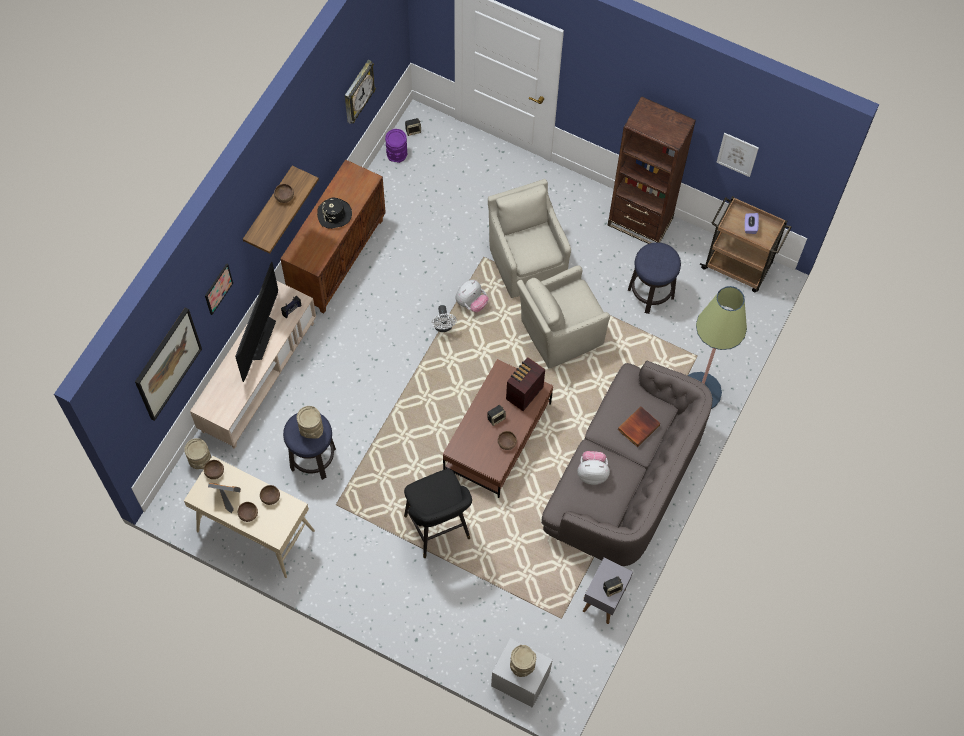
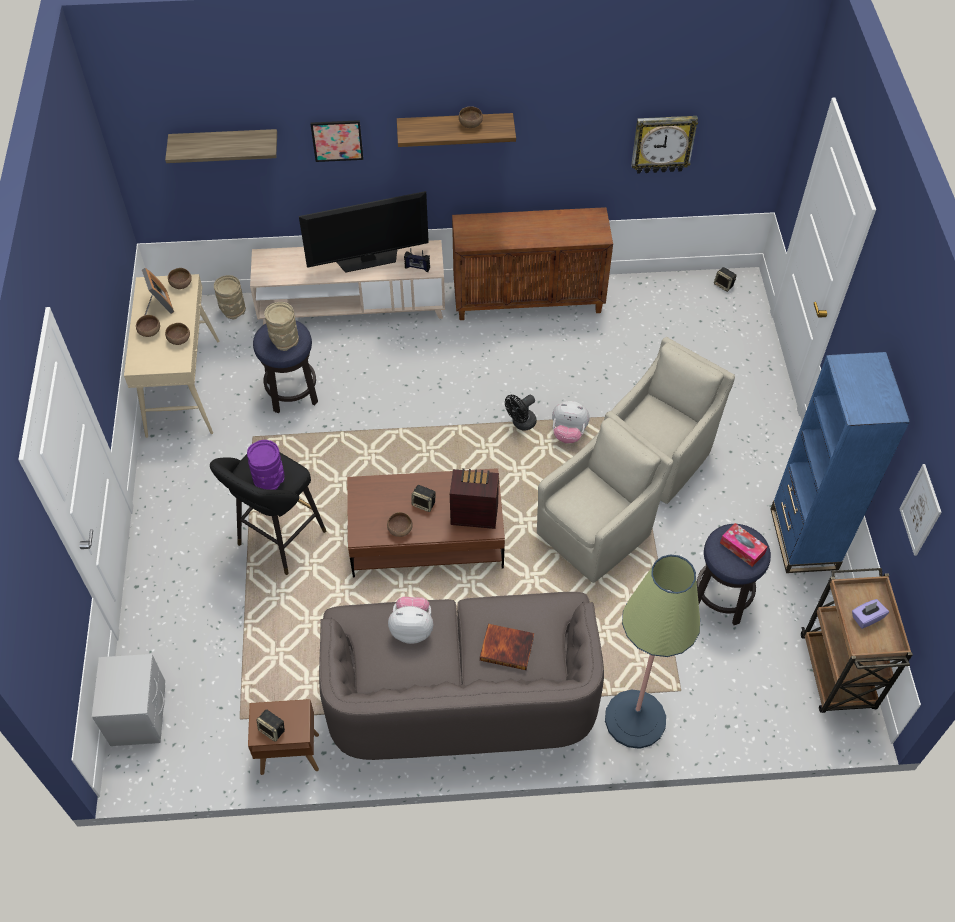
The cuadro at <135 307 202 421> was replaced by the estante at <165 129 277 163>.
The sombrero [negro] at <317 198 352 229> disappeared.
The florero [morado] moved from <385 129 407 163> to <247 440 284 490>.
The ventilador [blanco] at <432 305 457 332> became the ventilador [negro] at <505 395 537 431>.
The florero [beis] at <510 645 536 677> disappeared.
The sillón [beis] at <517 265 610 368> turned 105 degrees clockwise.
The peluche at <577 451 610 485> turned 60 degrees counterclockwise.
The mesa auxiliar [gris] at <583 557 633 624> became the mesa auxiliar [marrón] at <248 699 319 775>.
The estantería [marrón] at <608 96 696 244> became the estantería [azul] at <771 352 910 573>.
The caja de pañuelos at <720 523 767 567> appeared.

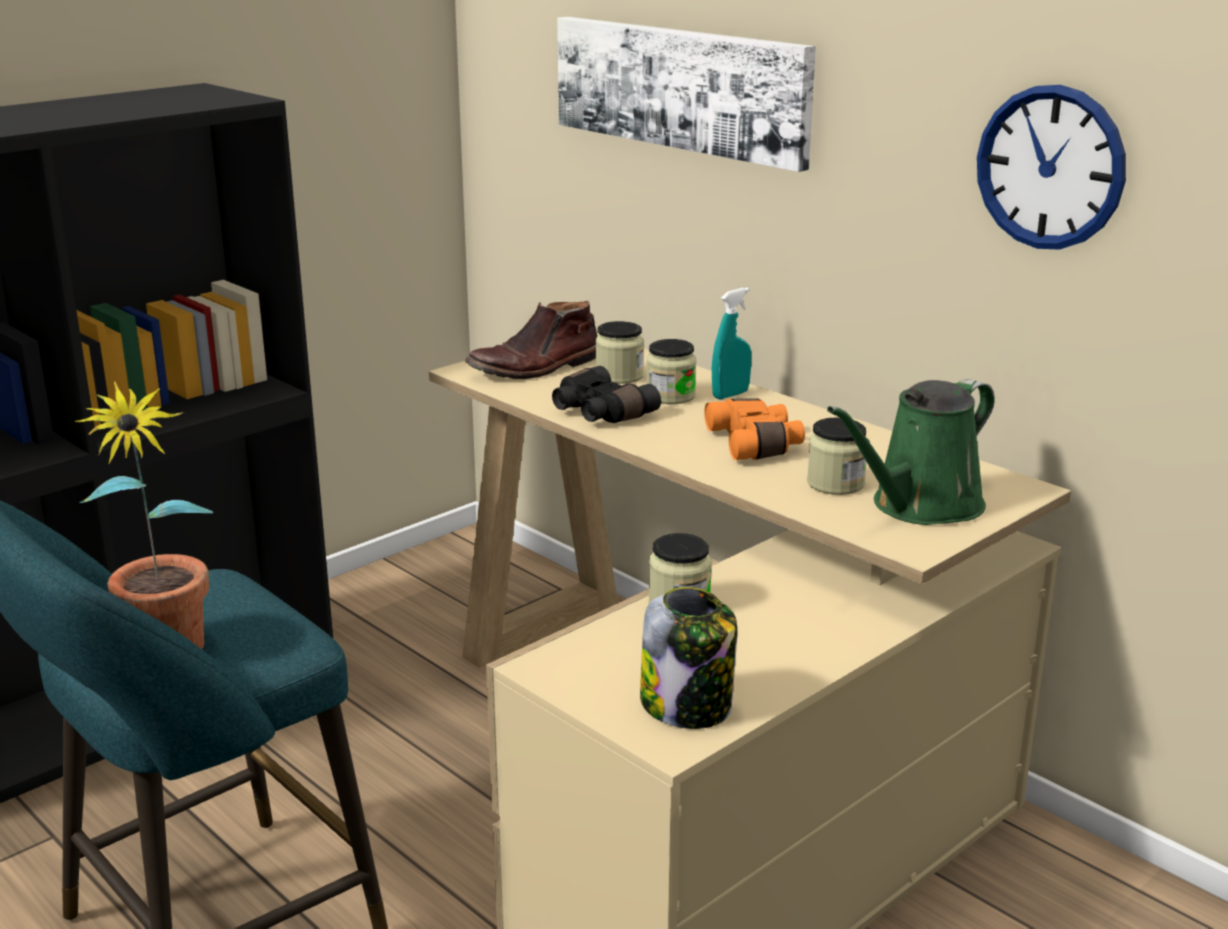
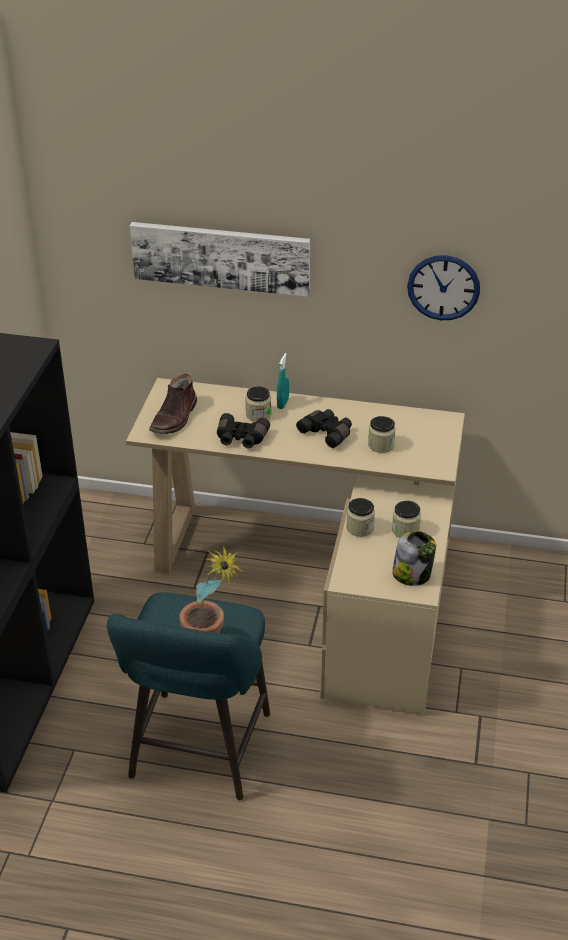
The tarro moved from <596 321 644 384> to <392 501 421 538>.
The prismáticos [naranja] at <704 399 805 460> became the prismáticos [negro] at <296 409 352 448>.
The regadera [verde] at <827 379 995 525> disappeared.

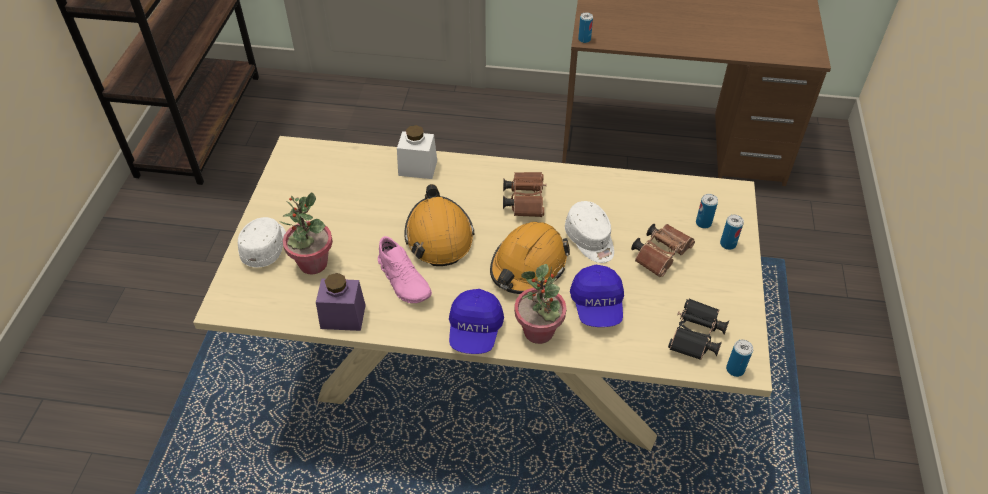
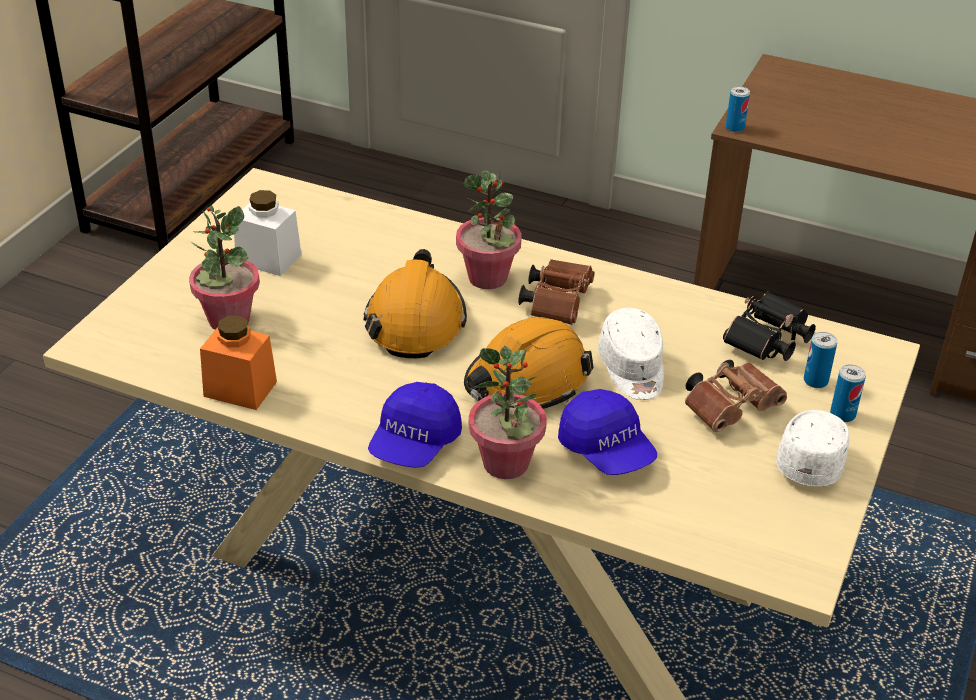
The gorra [blanco] moved from <238 217 286 267> to <776 410 849 487>.
The tarro [morado] at <316 273 366 331> became the tarro [naranja] at <200 315 277 410>.
The zapato [rosa] at <378 236 432 303> disappeared.
The tarro [blanco] moved from <397 125 437 179> to <234 190 302 276>.
The gorra [azul] at <570 265 624 327> turned 45 degrees counterclockwise.
The prismáticos [negro] moved from <668 298 729 360> to <723 291 816 361>.
The lata at <726 340 753 377> disappeared.
The planta en maceta at <456 170 522 289> appeared.

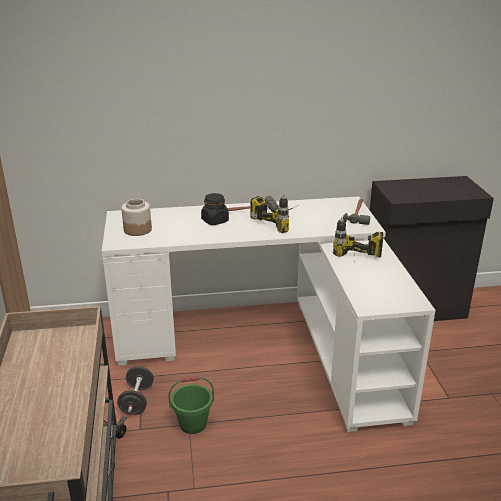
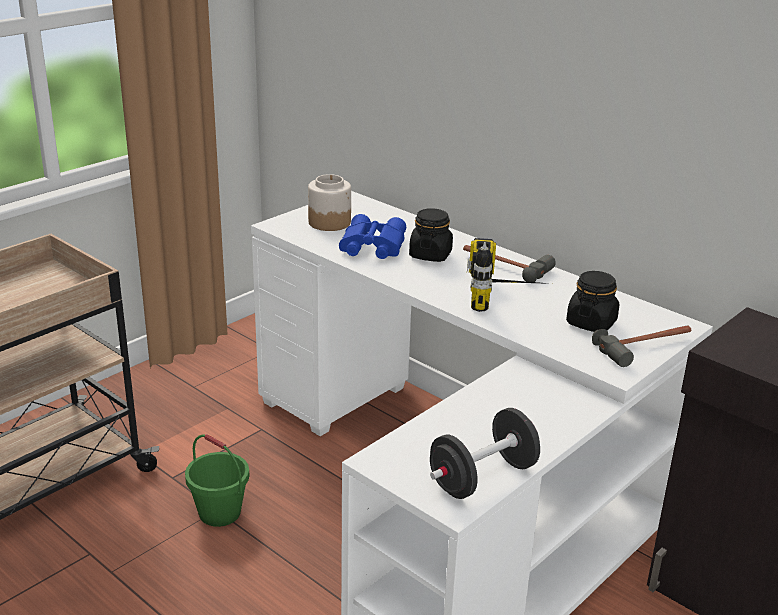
The mancuerna [negro] moved from <117 366 154 415> to <430 408 540 499>.
The taladro at <333 217 383 258> disappeared.
The prismáticos [azul] at <339 214 406 259> appeared.
The tarro [negro] at <566 271 619 332> appeared.

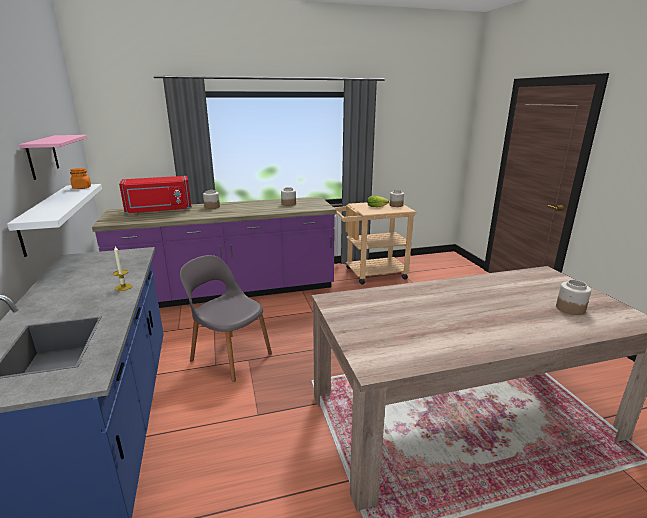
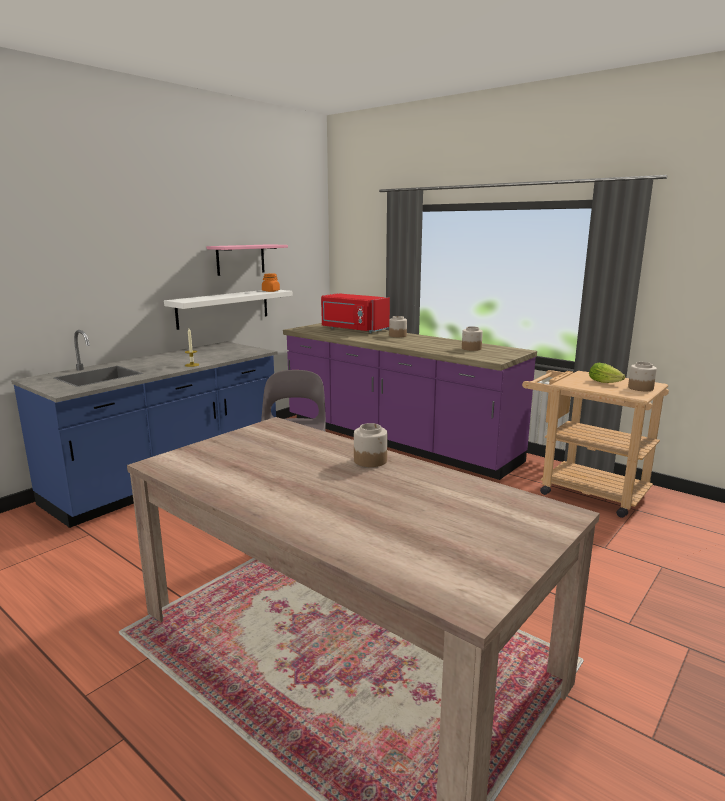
The tarro moved from <556 280 591 315> to <354 423 388 467>.

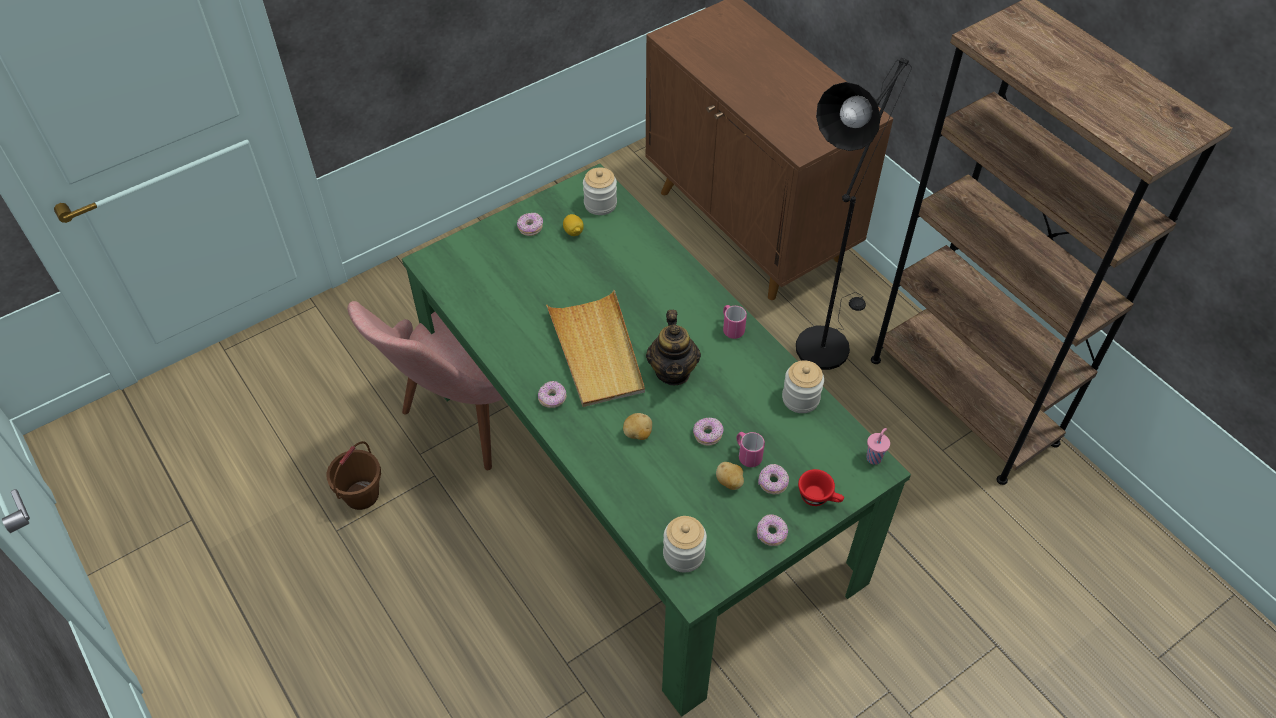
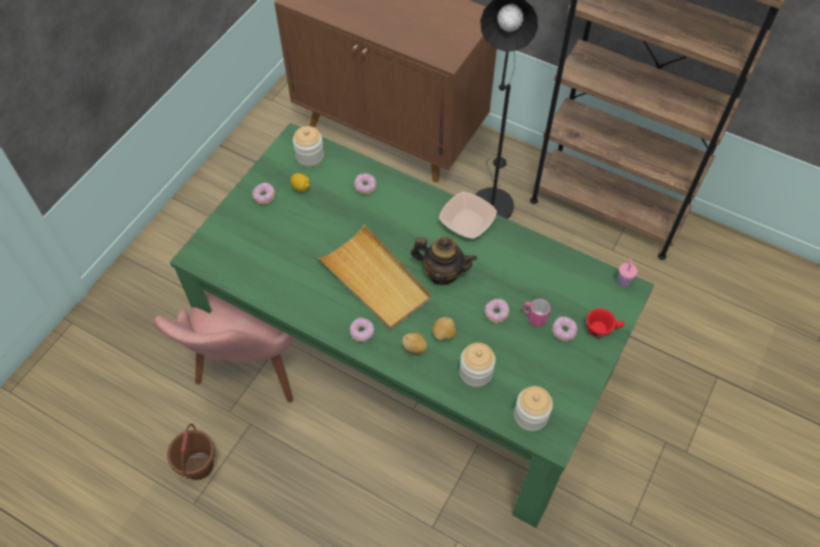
The tetera at <646 310 701 386> turned 45 degrees counterclockwise.
The patata moved from <716 462 744 490> to <402 333 427 354>.
The taza grande [rosa] at <723 305 747 339> was replaced by the cuenco at <439 192 497 239>.
The rosquilla moved from <757 514 788 546> to <354 174 377 194>.
The tarro moved from <782 360 824 413> to <459 343 496 387>.

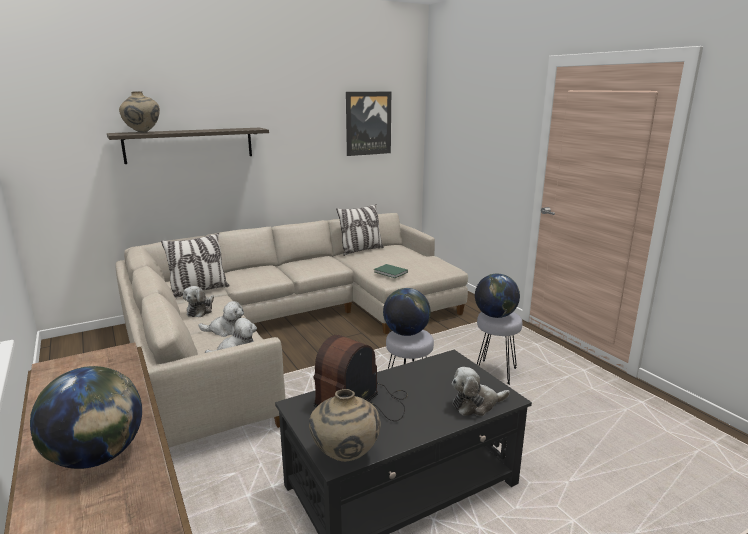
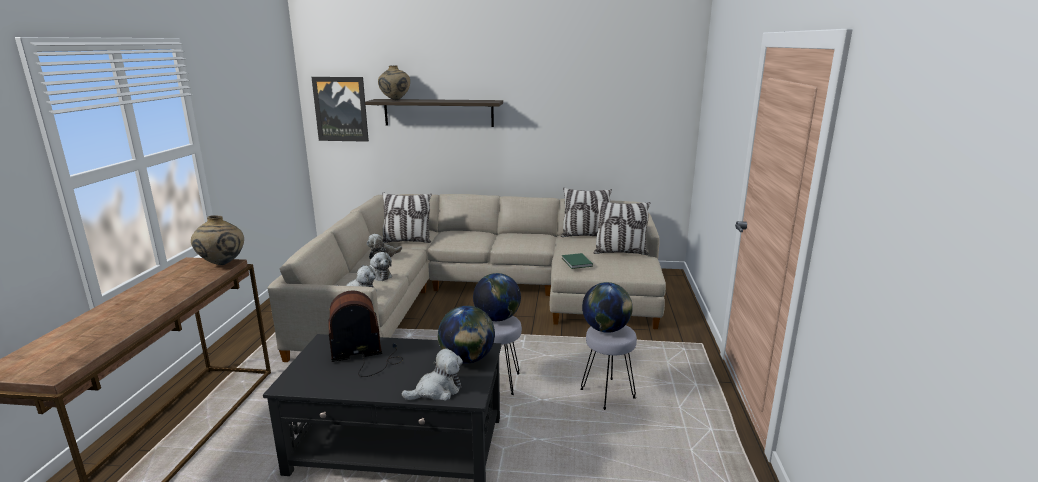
The globo terráqueo moved from <30 366 142 469> to <438 306 495 364>.
The florero [beis] moved from <309 389 381 462> to <191 215 244 265>.
The cuadro moved from <346 92 391 156> to <311 77 369 142>.
The peluche at <452 367 510 416> turned 135 degrees clockwise.
The cojín at <594 200 651 255> appeared.

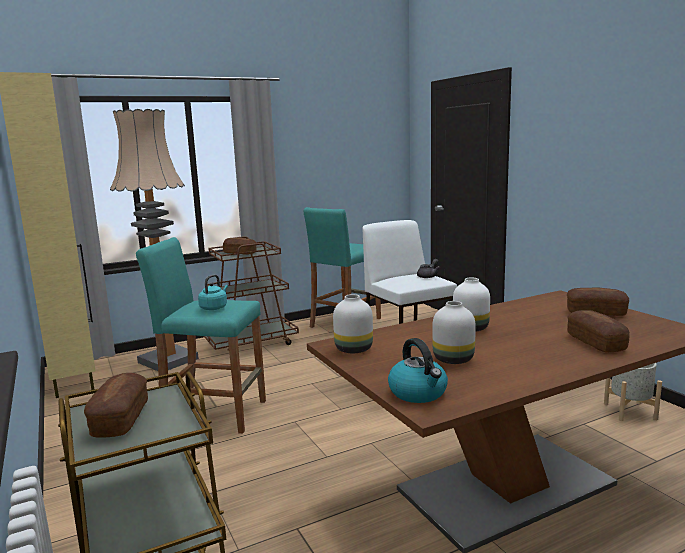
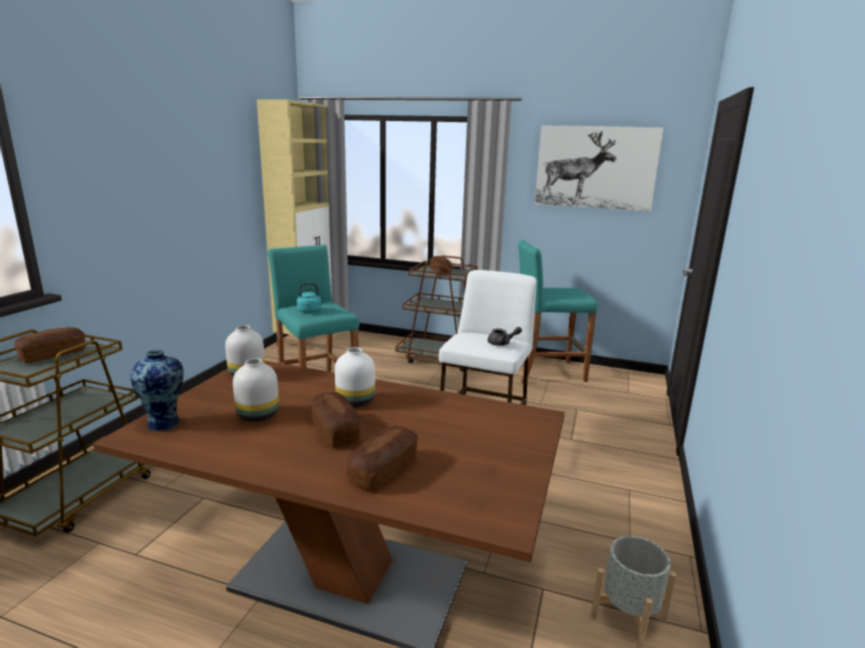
The lámpara de pie at <110 109 199 371> disappeared.
The hervidor at <388 338 448 403> was replaced by the florero at <131 350 184 432>.
The pan moved from <567 287 629 316> to <310 392 361 447>.
The cuadro at <535 125 664 211> appeared.

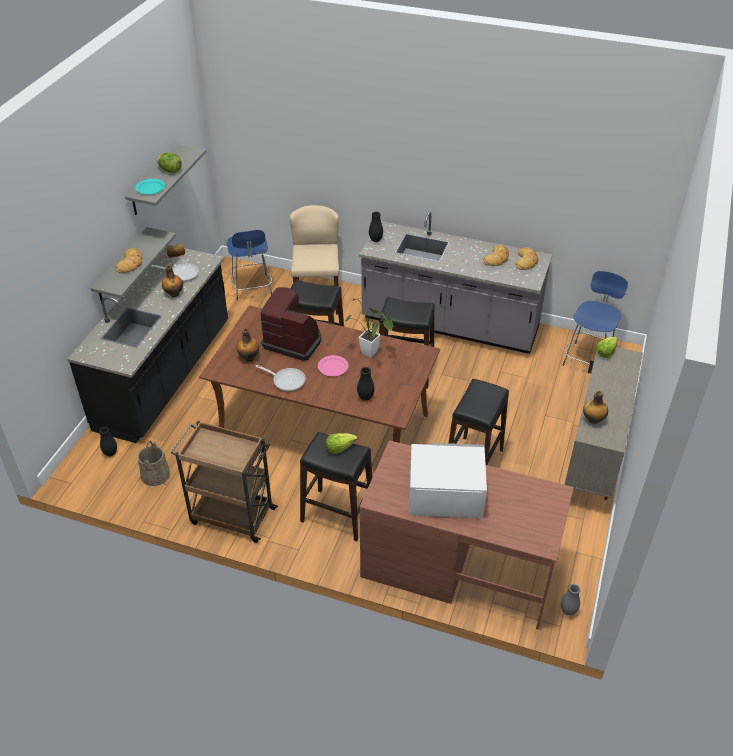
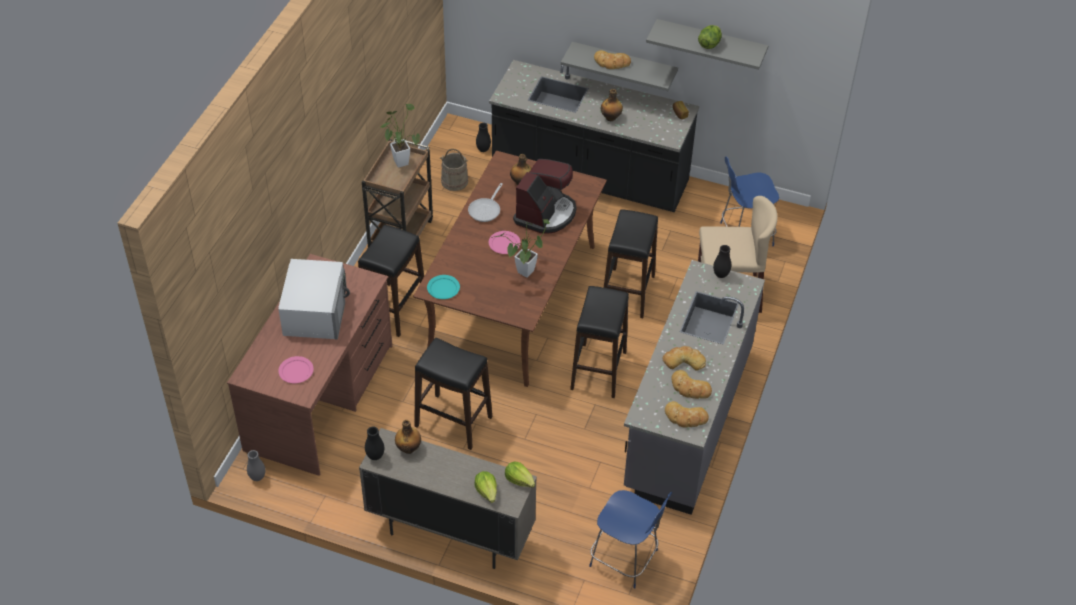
The plato [turquesa] moved from <135 179 165 195> to <427 275 460 299>.
The sartén at <152 263 199 282> disappeared.
The lechuga moved from <326 433 357 454> to <474 471 497 503>.
The florero [negro] moved from <357 367 374 401> to <365 426 384 460>.
The plato [rosa] at <278 356 314 383> appeared.
The planta en maceta at <381 104 420 168> appeared.
The pan at <663 346 706 371> appeared.

